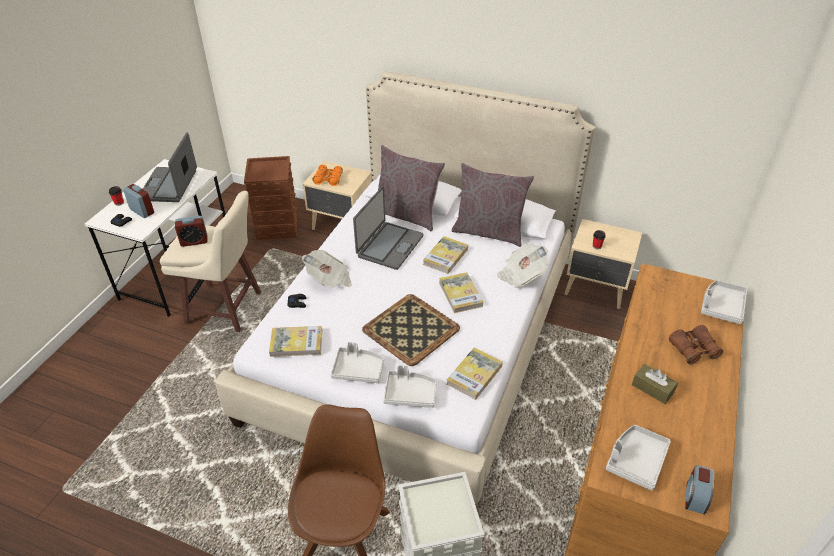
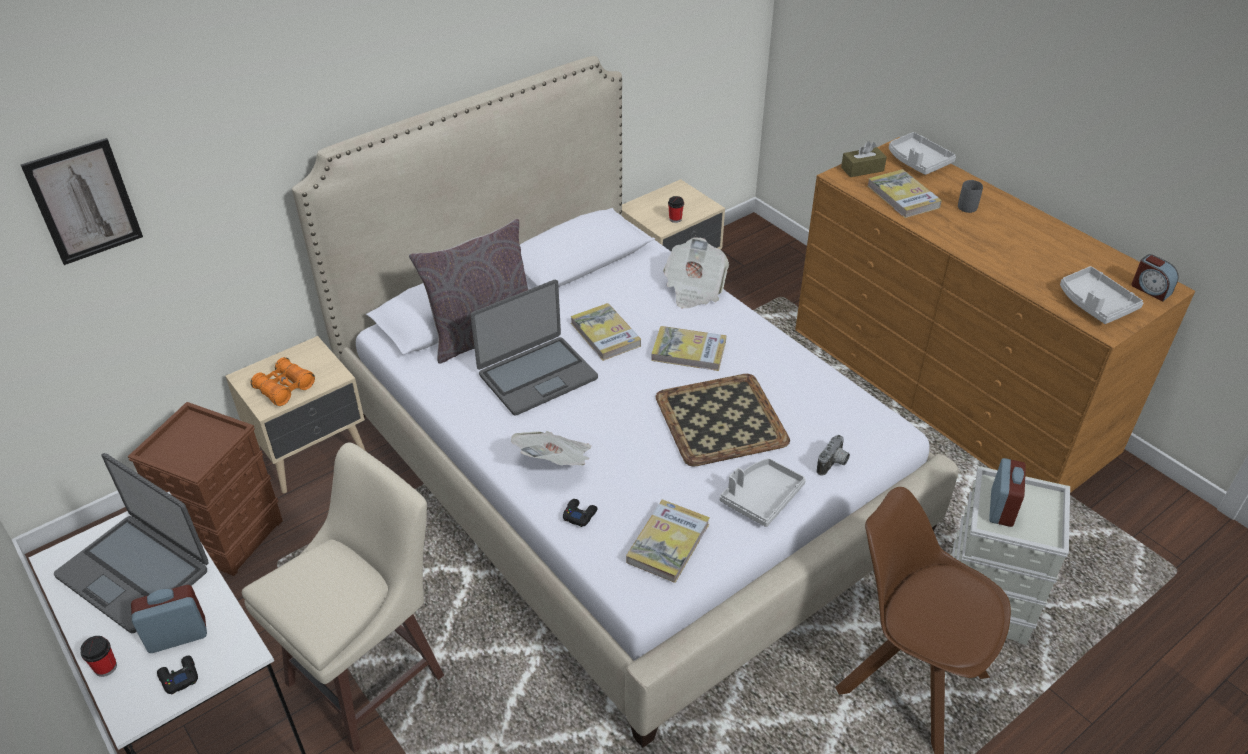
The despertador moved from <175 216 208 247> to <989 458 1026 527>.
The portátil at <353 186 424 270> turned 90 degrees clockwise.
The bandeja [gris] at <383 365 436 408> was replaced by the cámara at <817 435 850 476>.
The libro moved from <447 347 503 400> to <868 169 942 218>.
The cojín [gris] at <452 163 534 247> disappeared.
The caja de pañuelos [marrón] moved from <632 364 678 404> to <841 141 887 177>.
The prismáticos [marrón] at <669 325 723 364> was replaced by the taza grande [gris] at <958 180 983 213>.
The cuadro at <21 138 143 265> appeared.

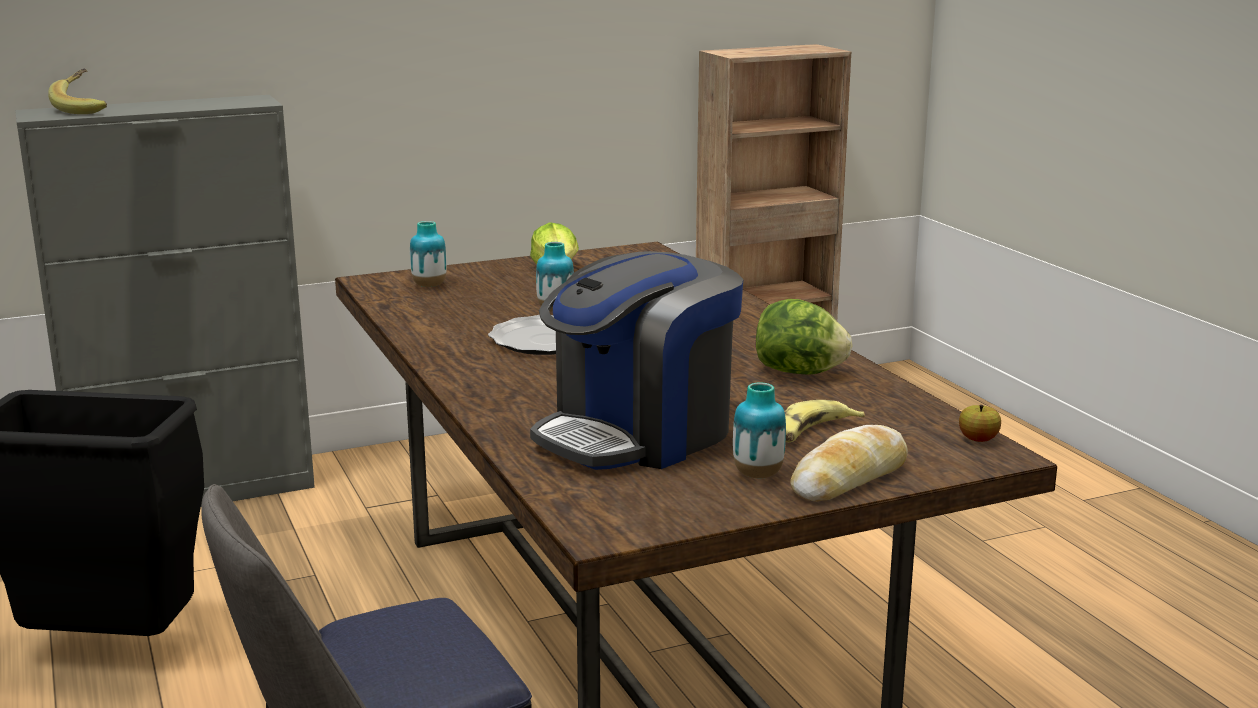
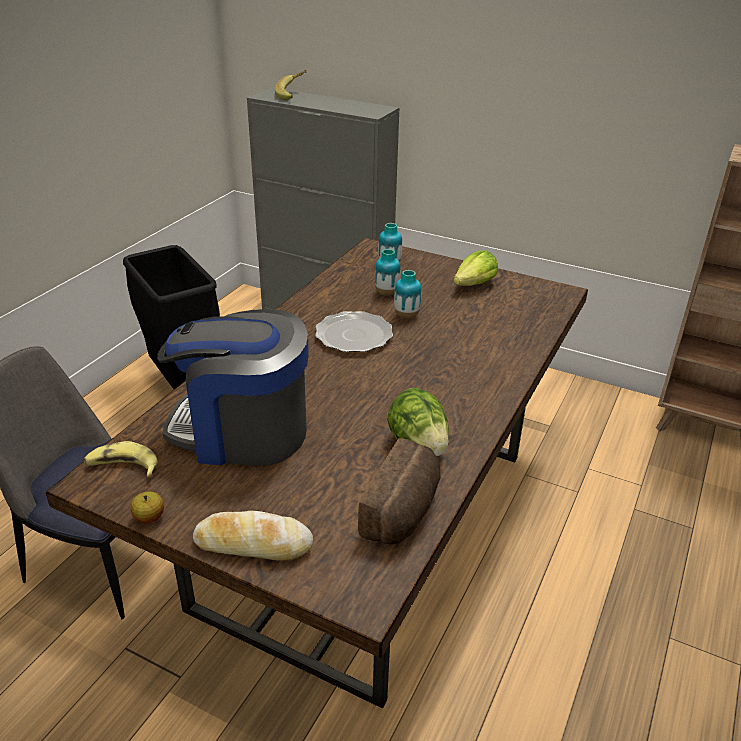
The florero moved from <733 382 786 478> to <375 249 401 296>.
The plátano moved from <785 400 865 442> to <84 441 158 477>.
The manzana moved from <959 405 1001 442> to <130 492 164 523>.
The pan at <358 438 441 544> appeared.

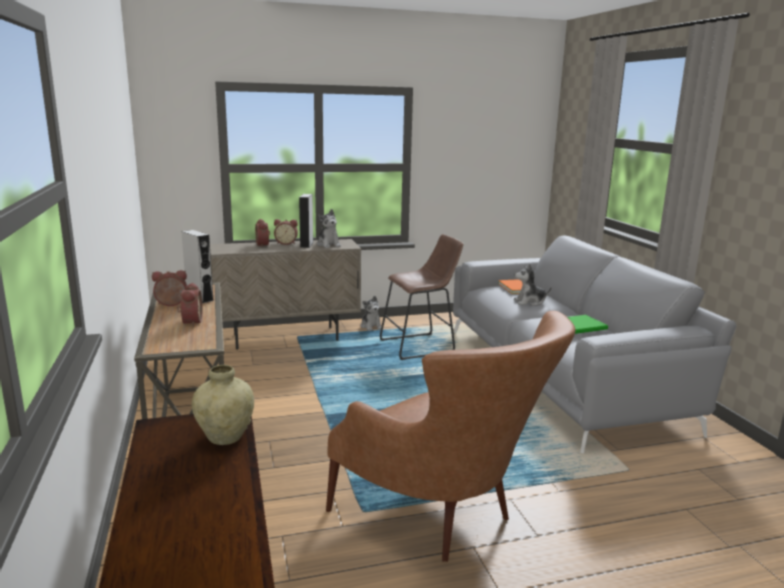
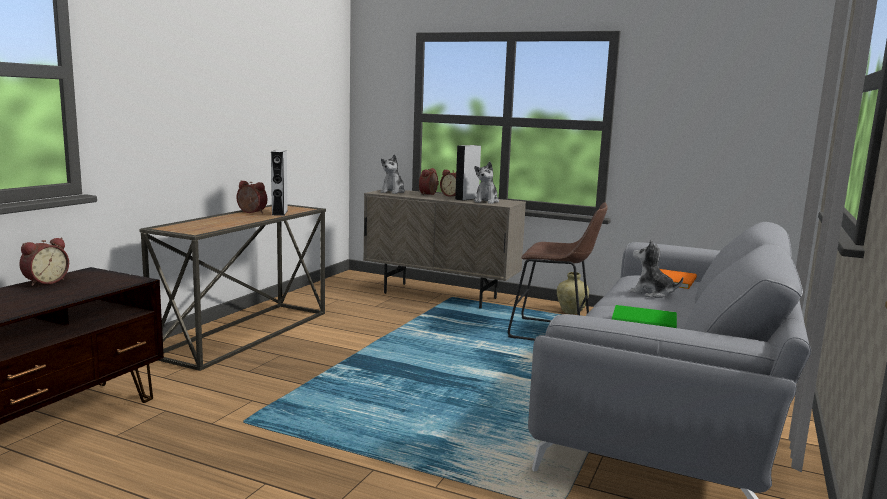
The despertador moved from <177 283 202 327> to <19 238 69 286>.
The florero [beis] moved from <192 365 254 445> to <557 272 589 314>.
The sillón [marrón] at <326 311 576 562> disappeared.
The peluche moved from <361 296 381 331> to <380 154 405 194>.

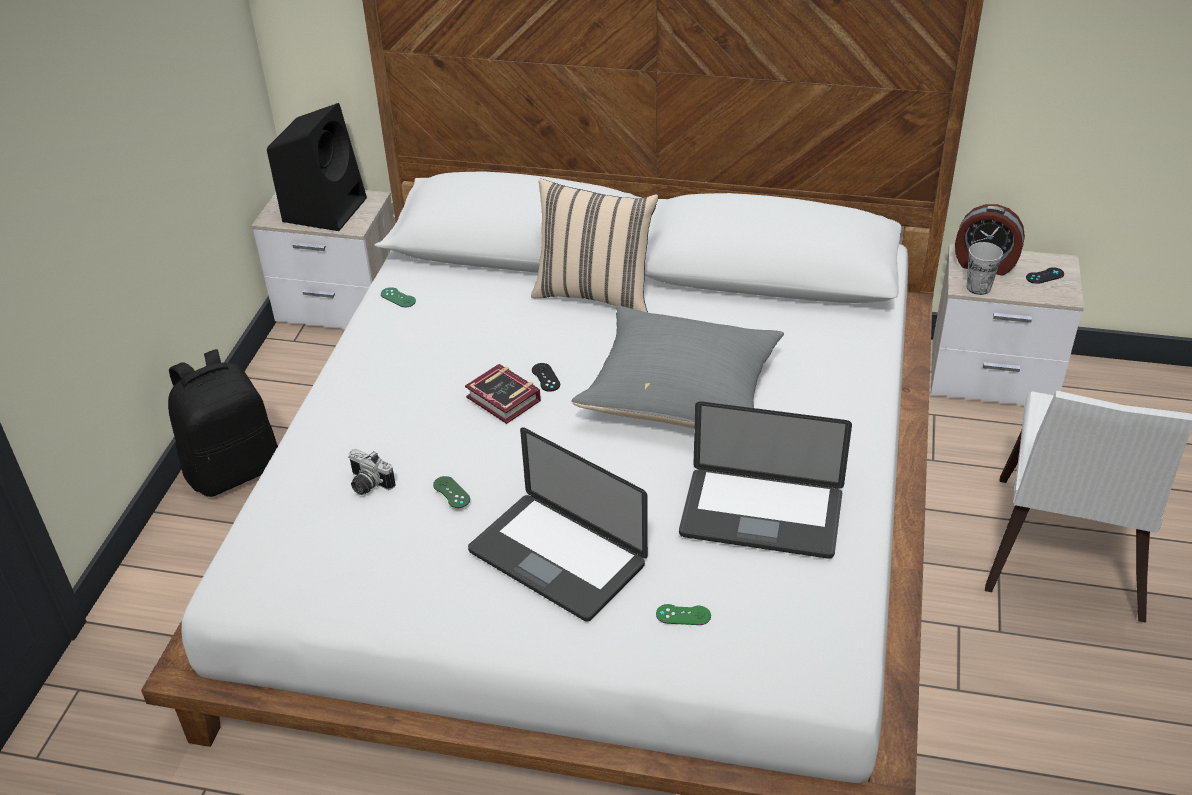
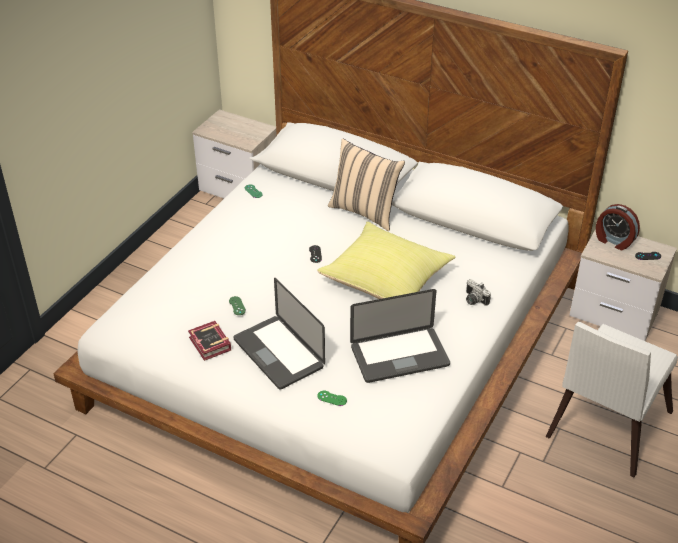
The mochila [negro] at <168 349 278 497> disappeared.
The altavoz [negro] at <267 103 367 231> disappeared.
The cámara moved from <348 449 396 495> to <466 279 491 306>.
The libro moved from <465 364 541 424> to <188 321 231 361>.
The cojín [gris] at <571 306 784 429> became the cojín [amarillo] at <317 222 456 299>.
The portátil at <679 401 852 559> turned 45 degrees counterclockwise.
The taza at <967 242 1003 295> disappeared.

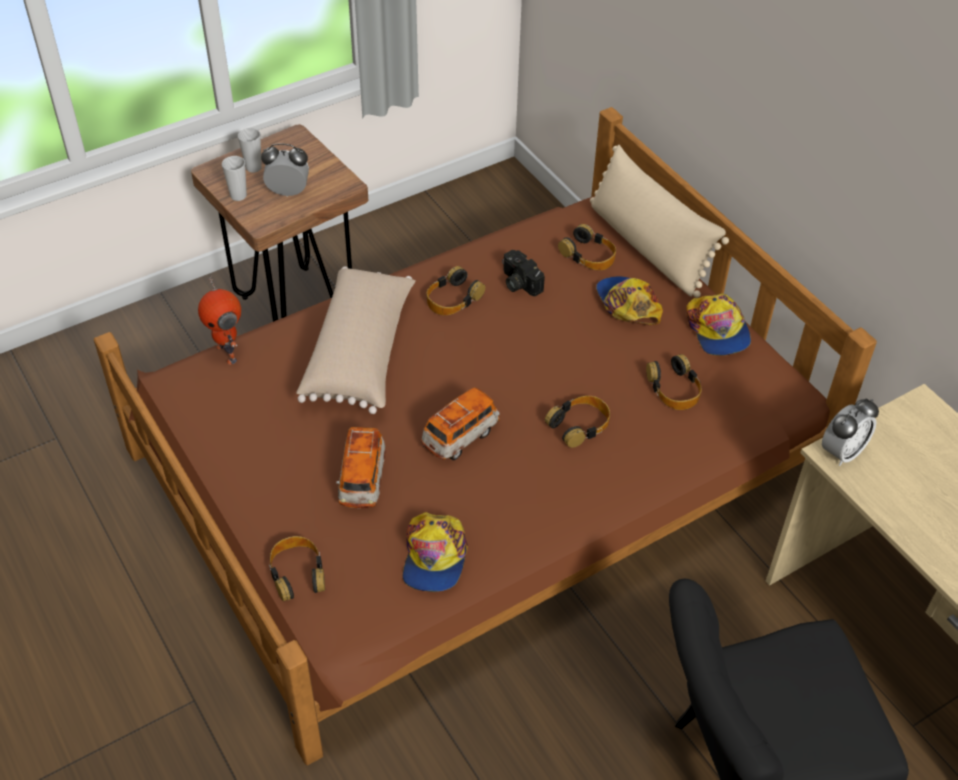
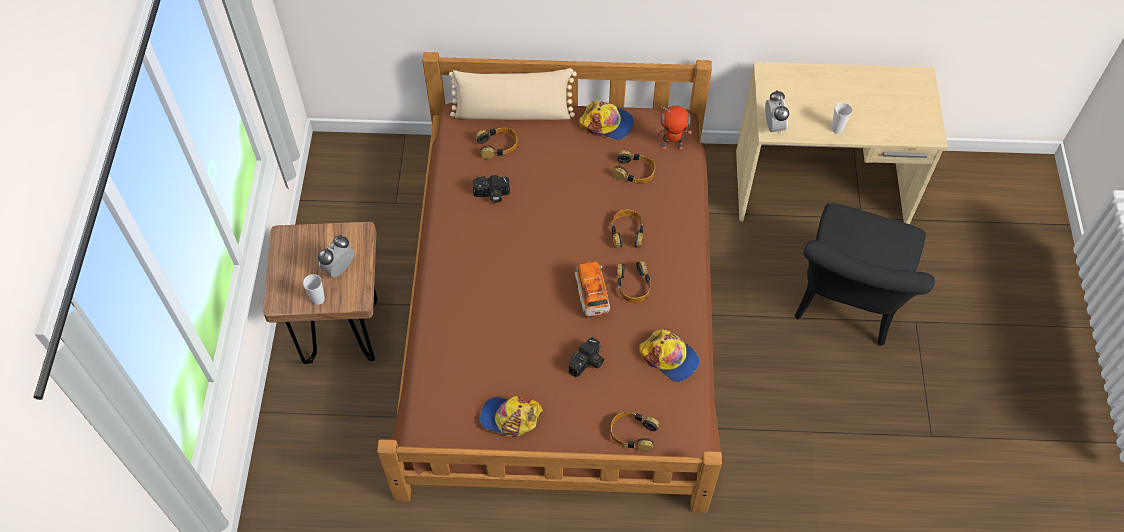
The robot de juguete moved from <198 276 241 365> to <657 105 692 149>.
The taza moved from <238 128 262 173> to <831 102 852 134>.
The cojín [beis] at <296 266 416 414> disappeared.
The coche de juguete at <336 427 386 509> was replaced by the cámara at <569 337 604 378>.
The auriculares moved from <426 266 485 316> to <617 261 651 303>.
The gorra moved from <596 276 663 325> to <480 395 544 437>.

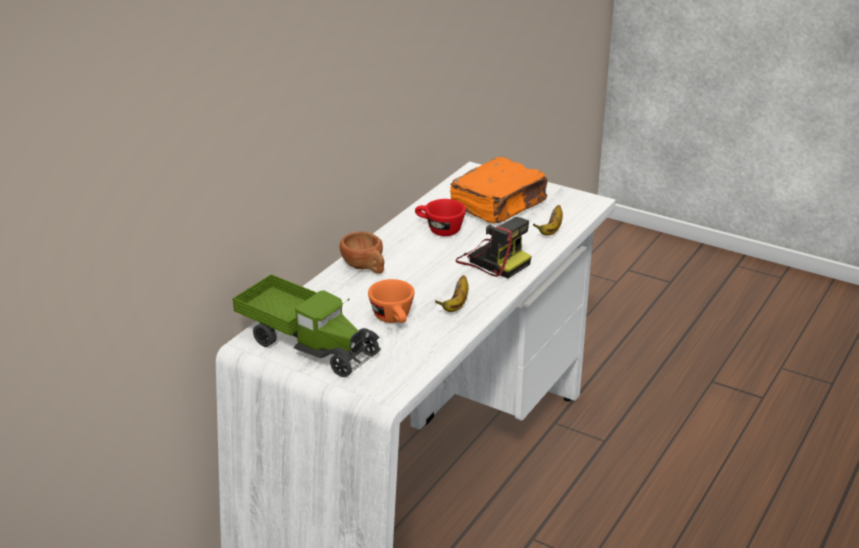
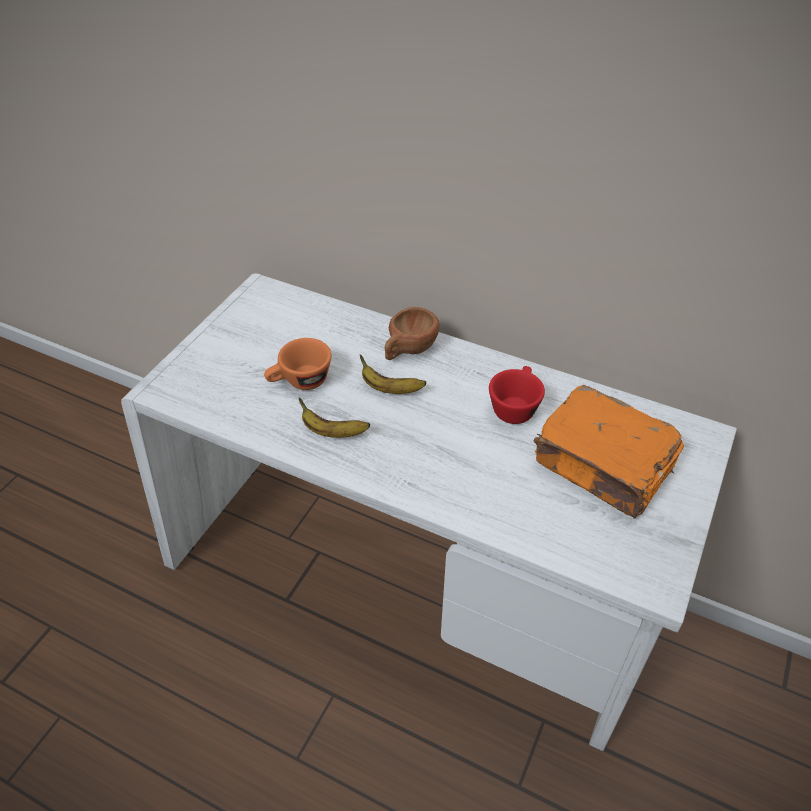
The camión de juguete at <233 274 381 377> disappeared.
The cámara at <456 217 532 278> disappeared.
The plátano moved from <533 205 563 236> to <360 355 426 394>.

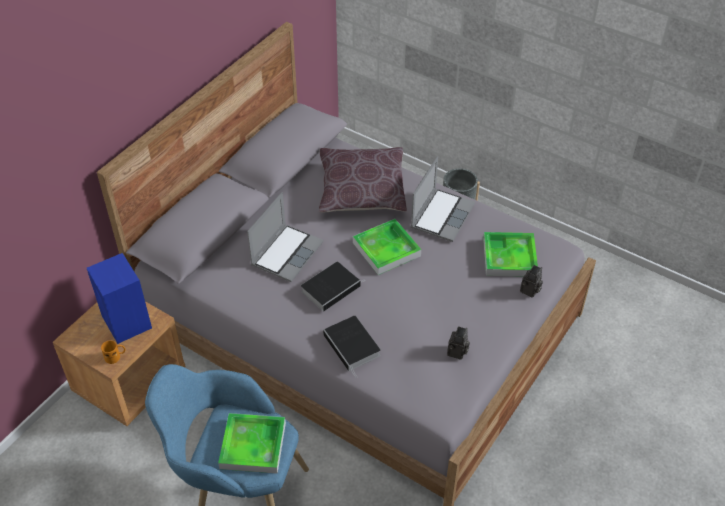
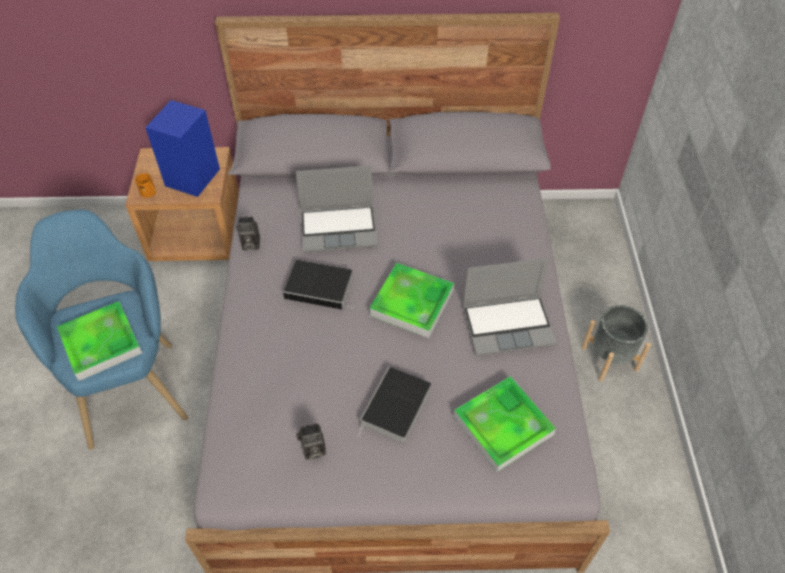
The cojín [marrón] at <319 147 407 212> disappeared.
The libro moved from <323 316 381 377> to <357 366 431 443>.
The cámara moved from <520 265 543 298> to <237 217 260 250>.

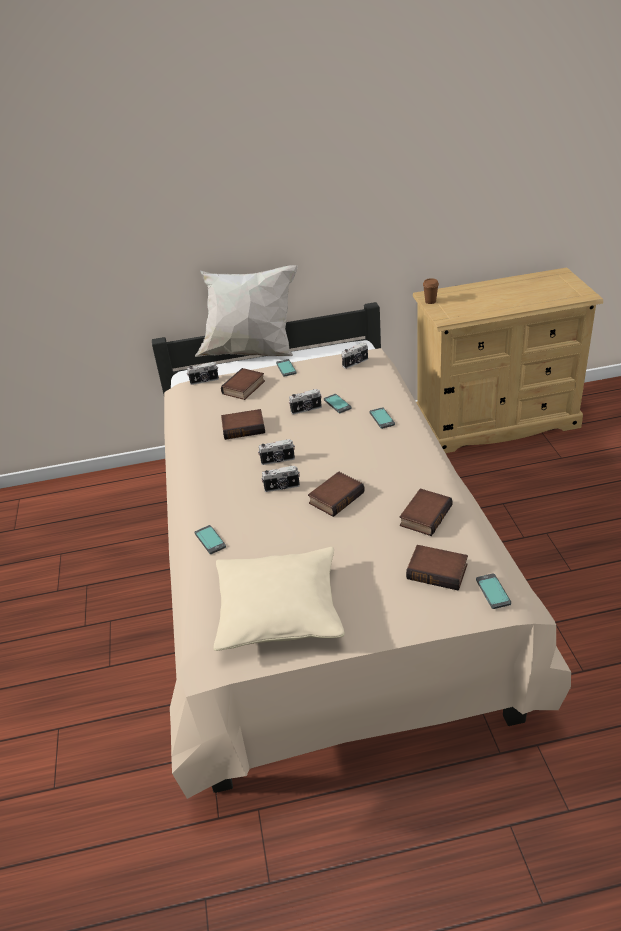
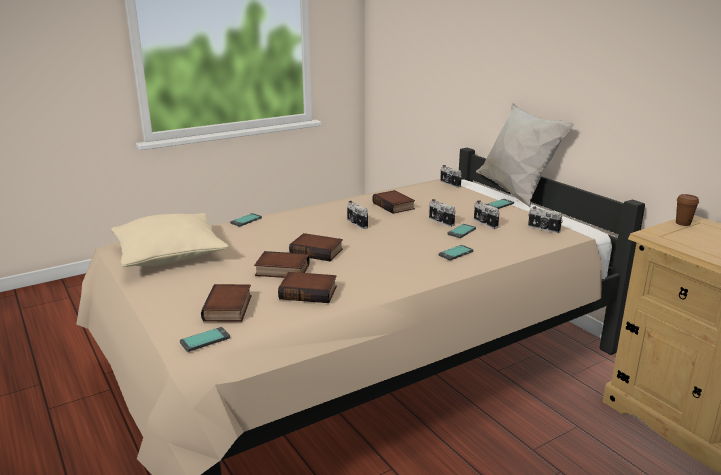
The libro moved from <221 368 265 400> to <254 251 310 278>.
The cámara moved from <261 465 300 492> to <474 200 499 229>.

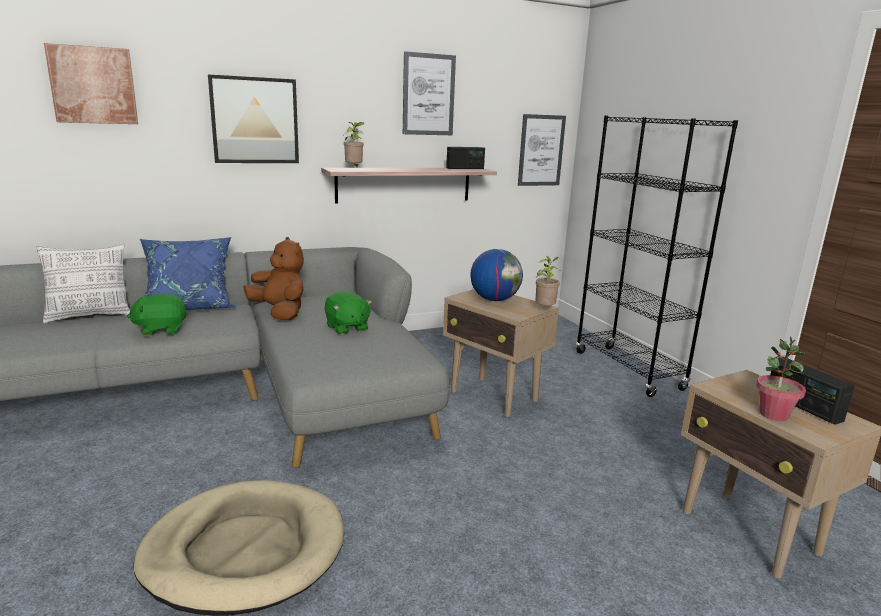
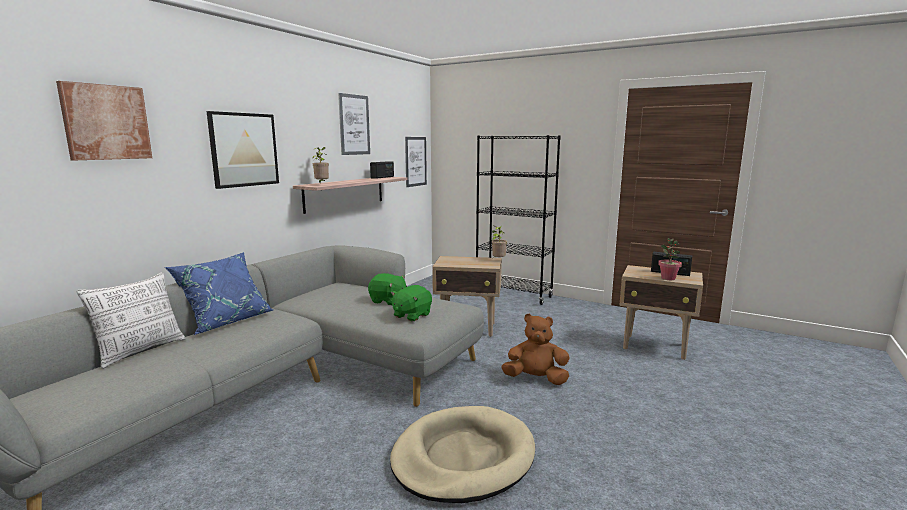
The peluche [verde] moved from <127 294 188 336> to <391 285 432 321>.
The peluche [marrón] moved from <244 237 304 320> to <501 313 570 385>.
The globo terráqueo at <471 249 523 301> disappeared.

